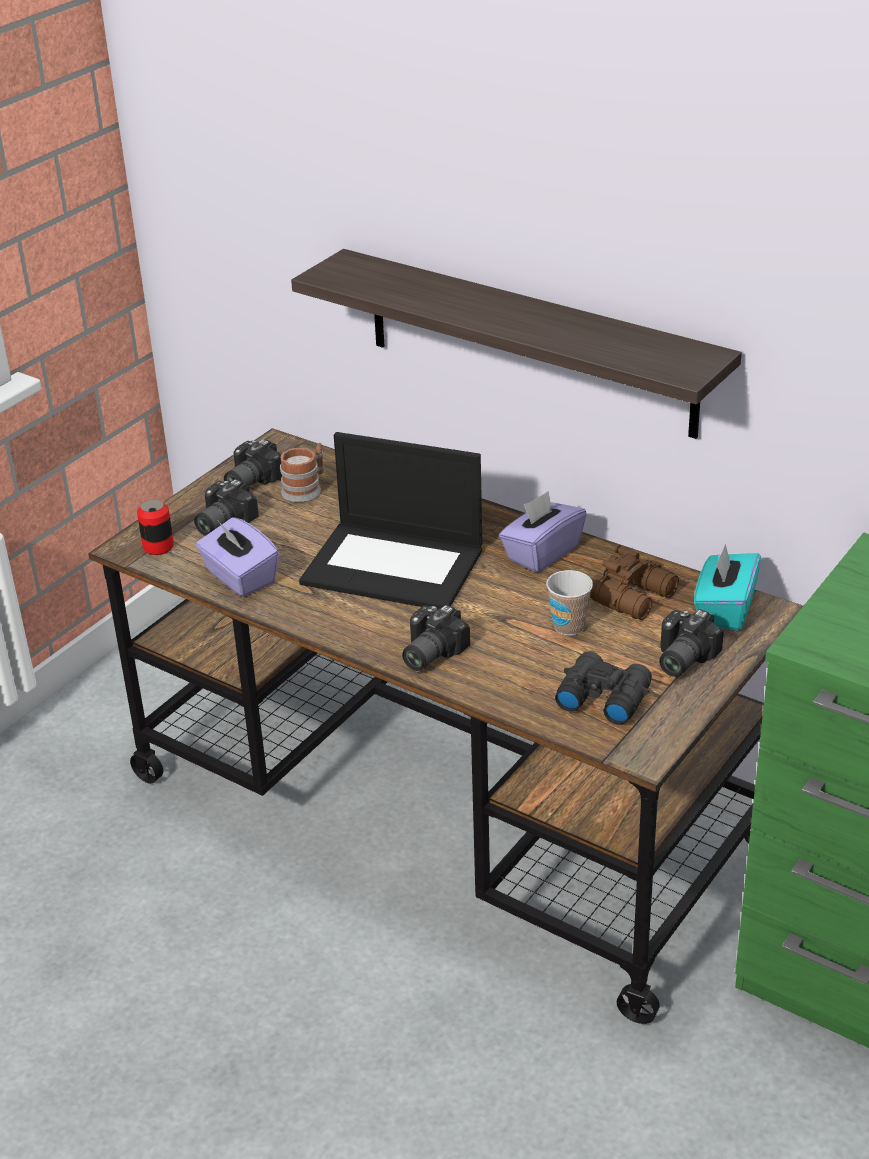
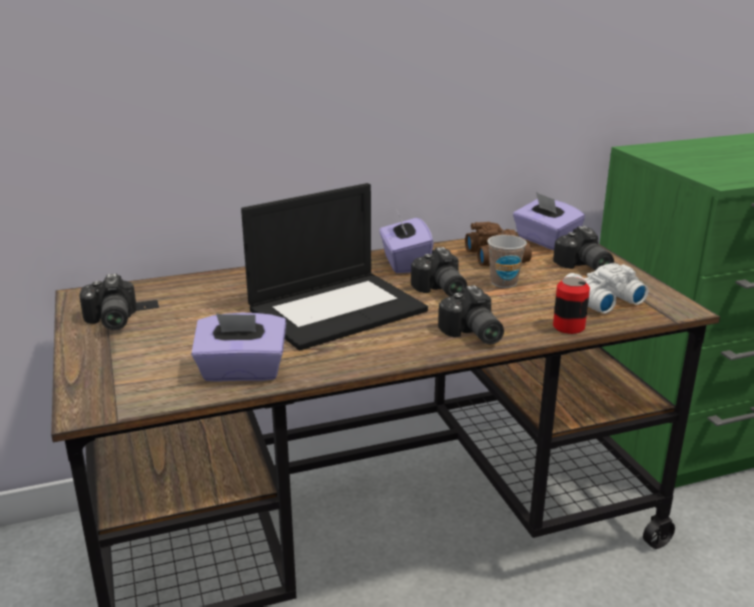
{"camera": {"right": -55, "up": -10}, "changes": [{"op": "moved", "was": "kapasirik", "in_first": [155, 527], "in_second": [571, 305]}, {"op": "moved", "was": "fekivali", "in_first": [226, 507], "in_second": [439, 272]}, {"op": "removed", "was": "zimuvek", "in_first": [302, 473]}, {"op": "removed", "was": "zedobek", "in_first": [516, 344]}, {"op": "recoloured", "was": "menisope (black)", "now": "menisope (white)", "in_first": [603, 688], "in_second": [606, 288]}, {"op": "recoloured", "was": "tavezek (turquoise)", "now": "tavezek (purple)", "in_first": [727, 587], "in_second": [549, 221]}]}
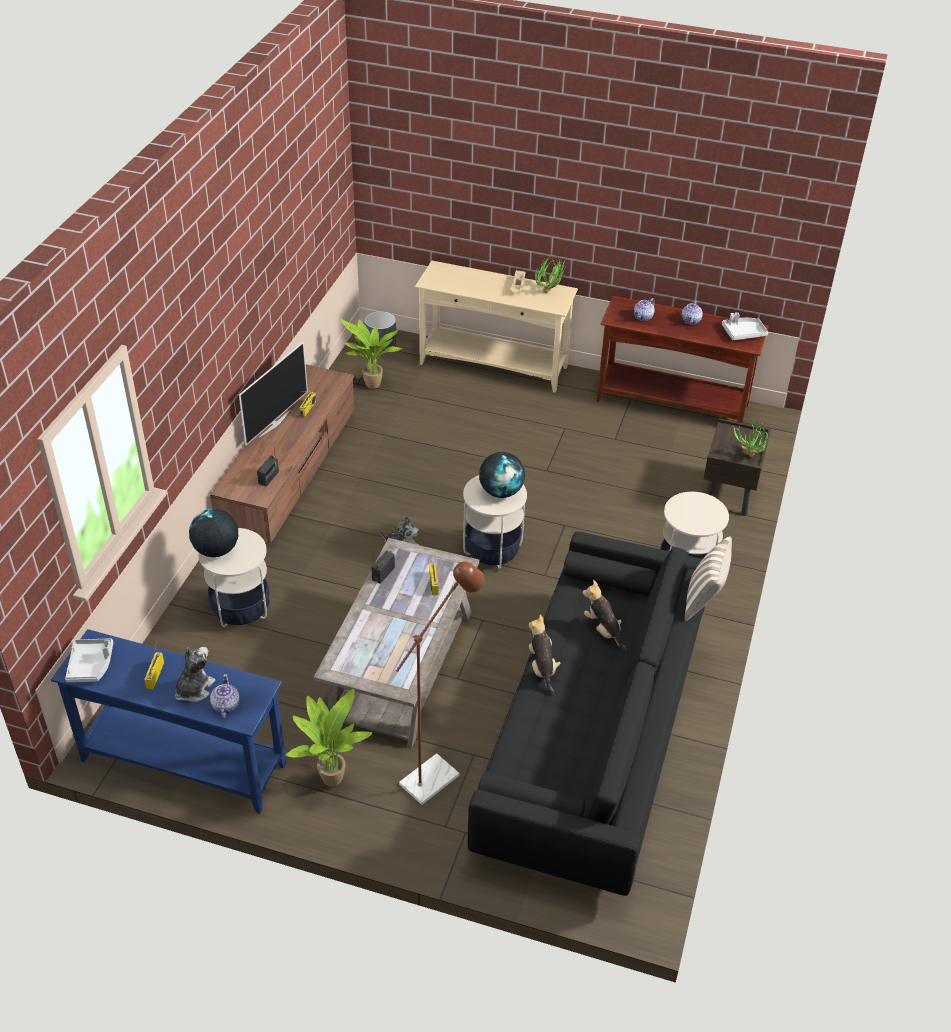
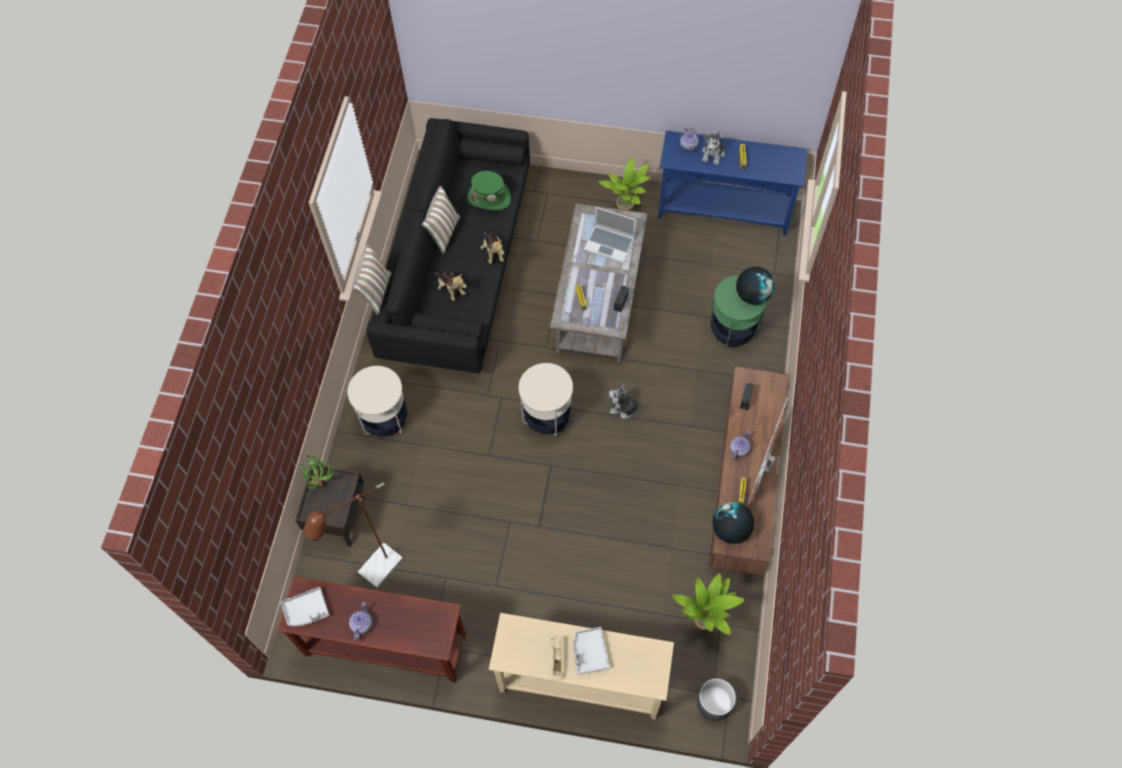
{"camera": {"right": 175, "up": 20}, "changes": [{"op": "moved", "was": "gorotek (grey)", "in_first": [89, 660], "in_second": [591, 651]}, {"op": "recoloured", "was": "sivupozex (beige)", "now": "sivupozex (green)", "in_first": [233, 577], "in_second": [738, 312]}, {"op": "moved", "was": "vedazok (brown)", "in_first": [435, 683], "in_second": [353, 535]}, {"op": "moved", "was": "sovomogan", "in_first": [502, 475], "in_second": [733, 523]}, {"op": "removed", "was": "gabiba", "in_first": [552, 274]}, {"op": "moved", "was": "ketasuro", "in_first": [644, 309], "in_second": [740, 445]}, {"op": "added", "now": "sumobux", "in_second": [441, 219]}, {"op": "added", "now": "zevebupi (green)", "in_second": [489, 191]}, {"op": "added", "now": "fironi", "in_second": [610, 235]}]}
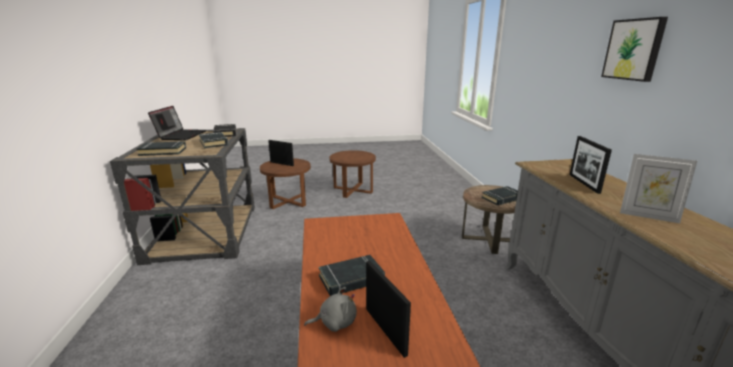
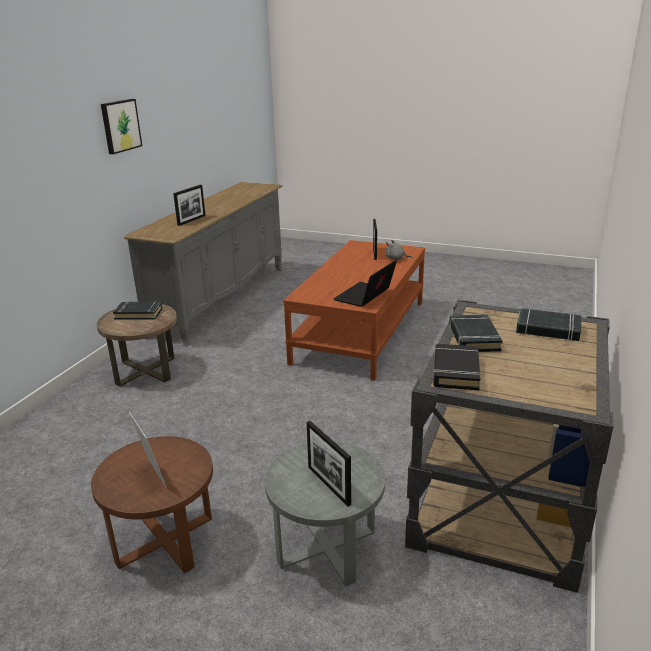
{"camera": {"right": -150, "up": 5}, "changes": [{"op": "moved", "was": "fironi", "in_first": [177, 123], "in_second": [365, 283]}, {"op": "recoloured", "was": "sivupozex (brown)", "now": "sivupozex (grey)", "in_first": [285, 183], "in_second": [325, 513]}, {"op": "removed", "was": "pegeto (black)", "in_first": [352, 275]}, {"op": "moved", "was": "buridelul", "in_first": [658, 188], "in_second": [148, 450]}]}
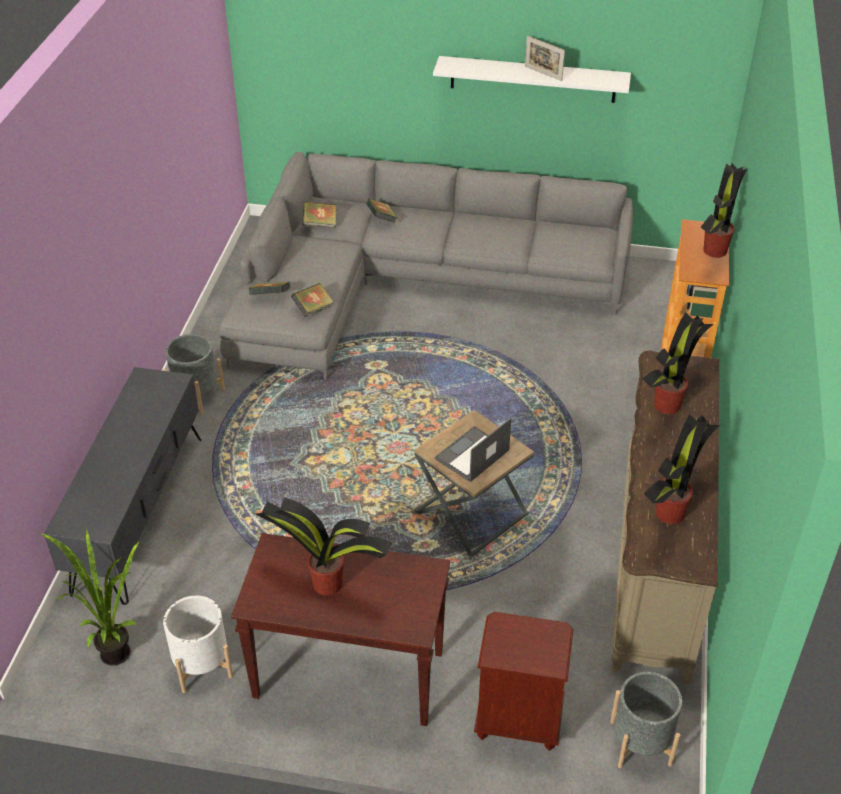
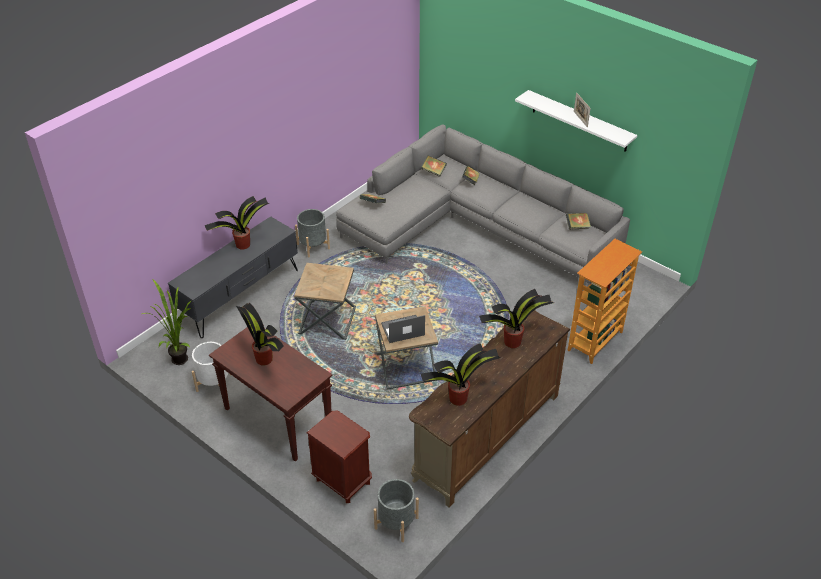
{"camera": {"right": 30, "up": 0}, "changes": [{"op": "moved", "was": "pegeto", "in_first": [312, 300], "in_second": [578, 221]}, {"op": "moved", "was": "gabiba", "in_first": [724, 210], "in_second": [237, 222]}, {"op": "added", "now": "sivupozex (brown)", "in_second": [325, 301]}]}
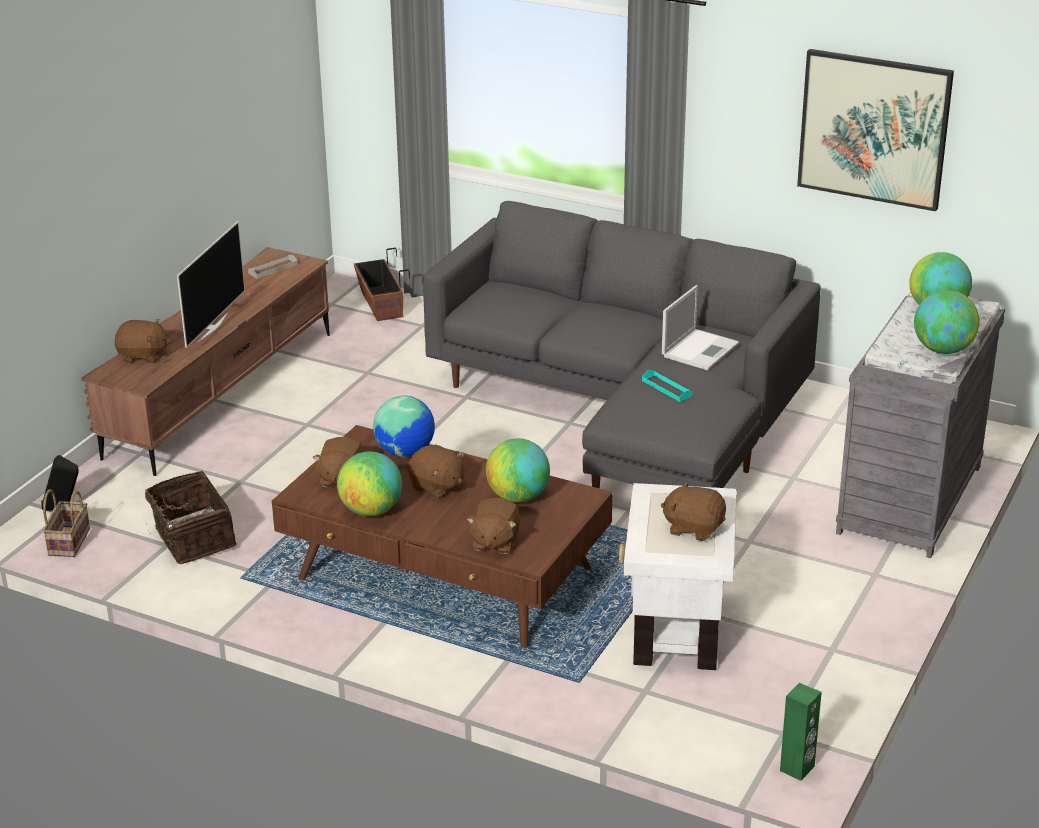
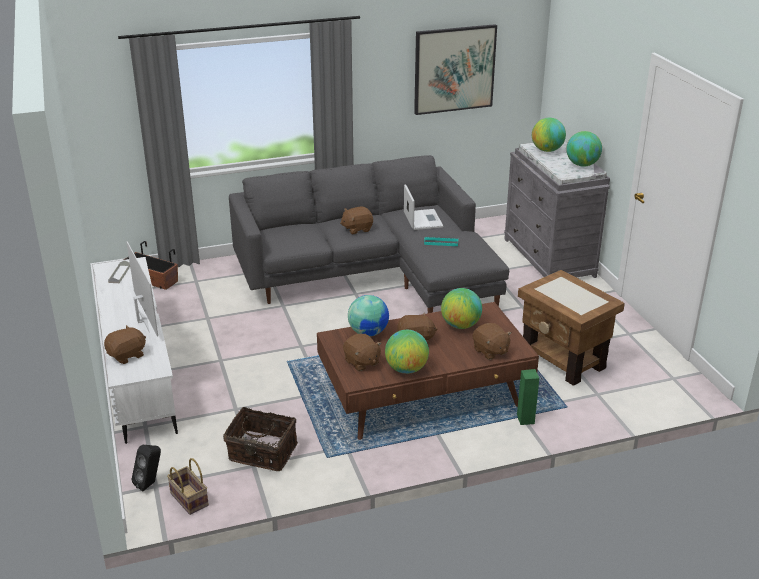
{"camera": {"right": -45, "up": 0}, "changes": [{"op": "recoloured", "was": "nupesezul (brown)", "now": "nupesezul (white)", "in_first": [205, 361], "in_second": [135, 350]}, {"op": "recoloured", "was": "sivupozex (white)", "now": "sivupozex (brown)", "in_first": [677, 576], "in_second": [571, 328]}, {"op": "moved", "was": "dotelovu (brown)", "in_first": [693, 511], "in_second": [356, 220]}, {"op": "moved", "was": "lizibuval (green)", "in_first": [801, 732], "in_second": [528, 397]}]}
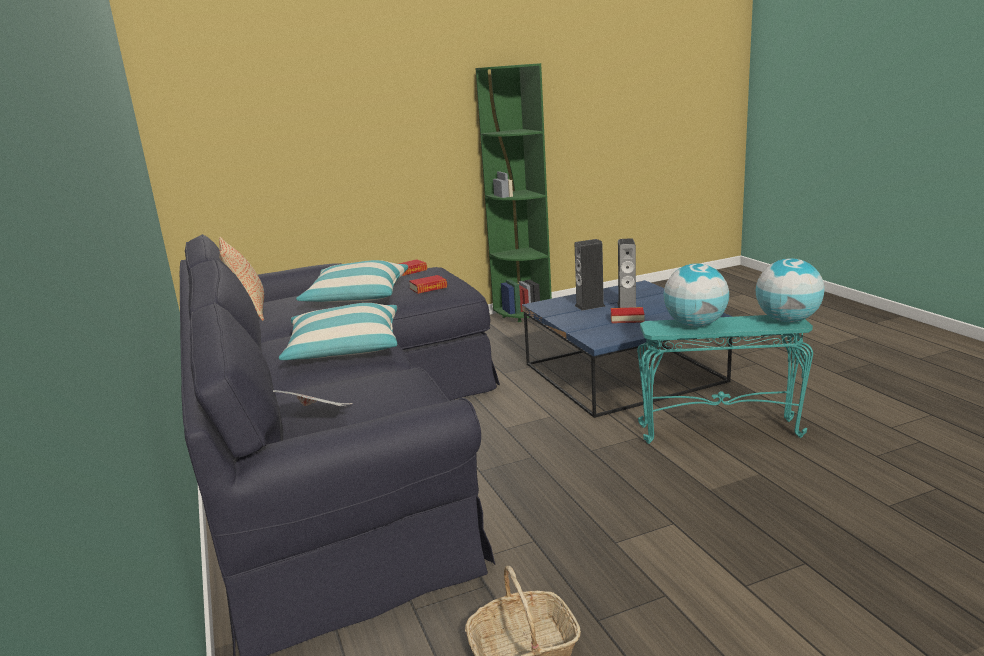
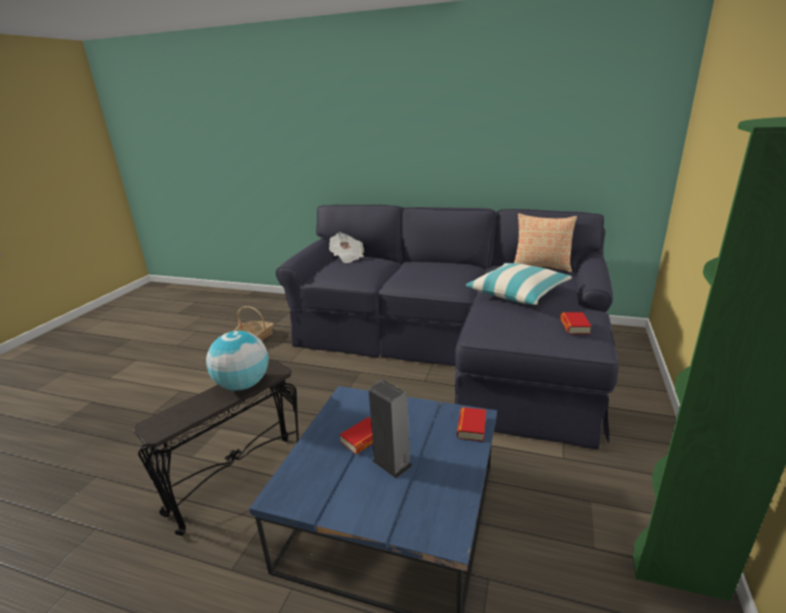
{"camera": {"right": 130, "up": 5}, "changes": [{"op": "removed", "was": "sumobux", "in_first": [338, 331]}, {"op": "moved", "was": "pegeto", "in_first": [428, 284], "in_second": [471, 424]}, {"op": "removed", "was": "lizibuval", "in_first": [590, 275]}, {"op": "recoloured", "was": "sivupozex (turquoise)", "now": "sivupozex (black)", "in_first": [725, 379], "in_second": [216, 448]}, {"op": "removed", "was": "sovomogan", "in_first": [790, 290]}]}
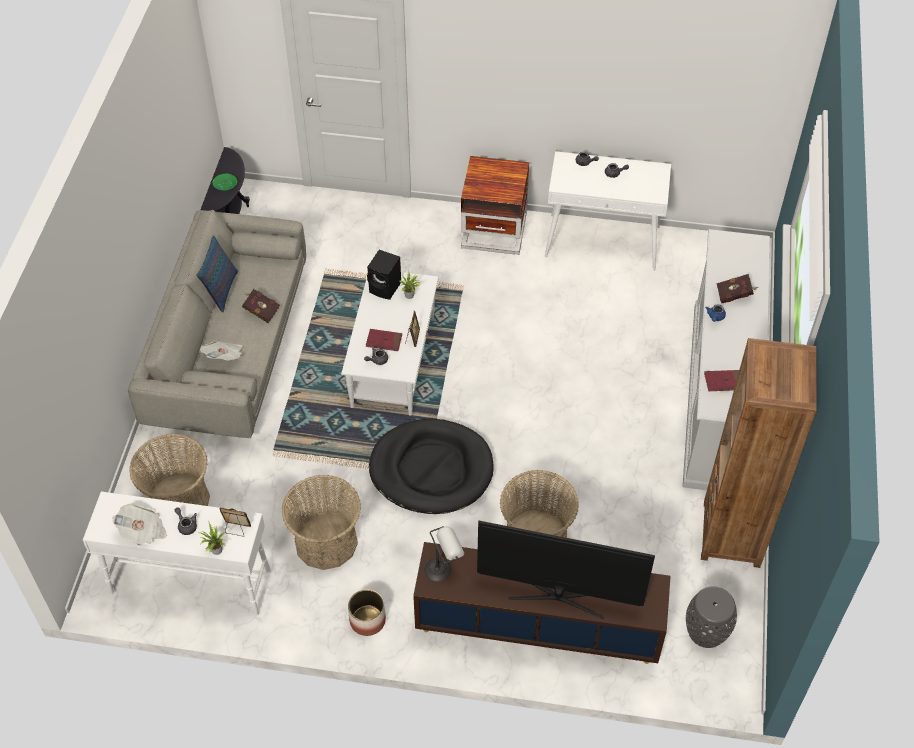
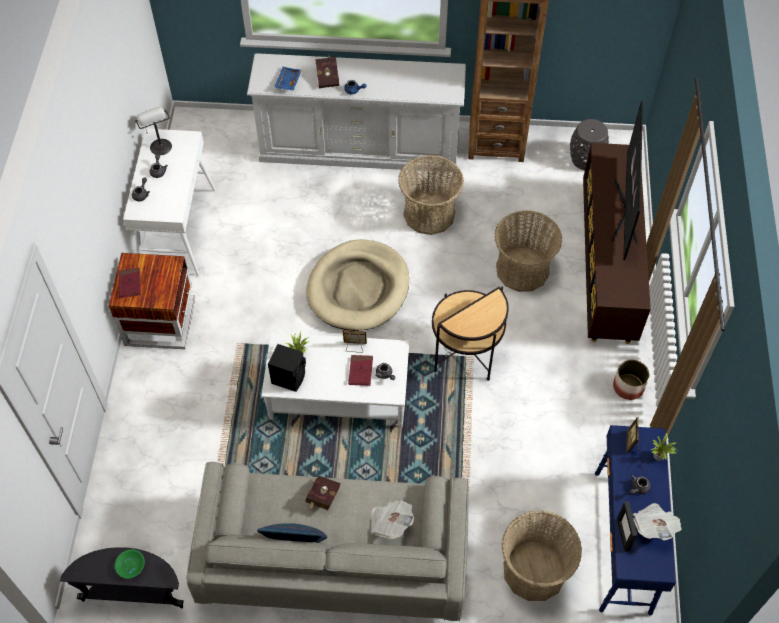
{"camera": {"right": -95, "up": 5}, "changes": [{"op": "recoloured", "was": "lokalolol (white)", "now": "lokalolol (blue)", "in_first": [177, 553], "in_second": [635, 520]}, {"op": "moved", "was": "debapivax", "in_first": [321, 522], "in_second": [431, 195]}, {"op": "replaced", "was": "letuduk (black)", "now": "sivupozex", "in_first": [431, 466], "in_second": [470, 334]}, {"op": "moved", "was": "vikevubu", "in_first": [444, 554], "in_second": [153, 131]}, {"op": "moved", "was": "pegeto (red)", "in_first": [721, 380], "in_second": [129, 282]}, {"op": "added", "now": "gorotek (blue)", "in_second": [288, 79]}, {"op": "added", "now": "letuduk (beige)", "in_second": [357, 285]}, {"op": "added", "now": "buridelul", "in_second": [627, 526]}]}
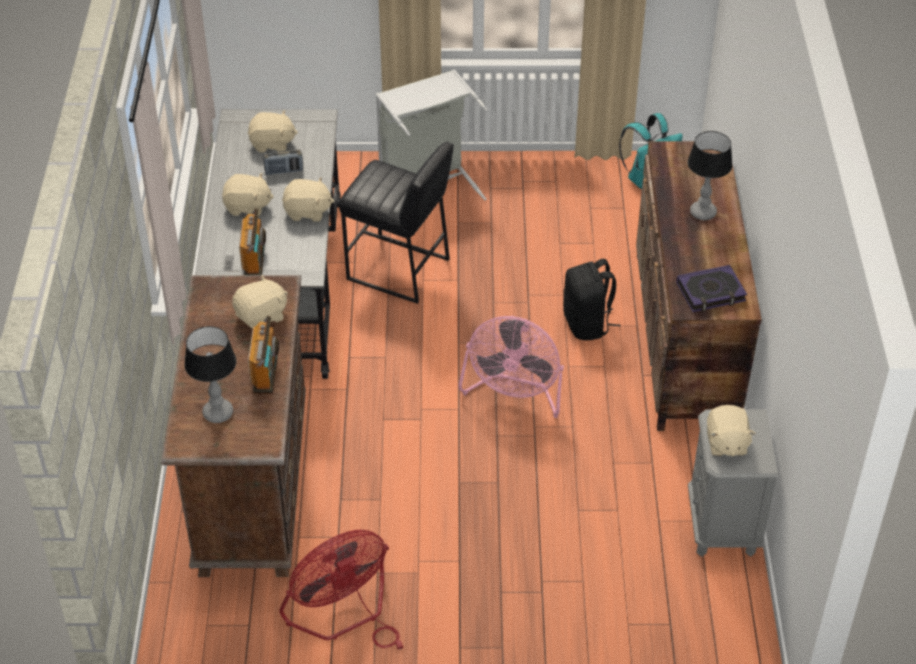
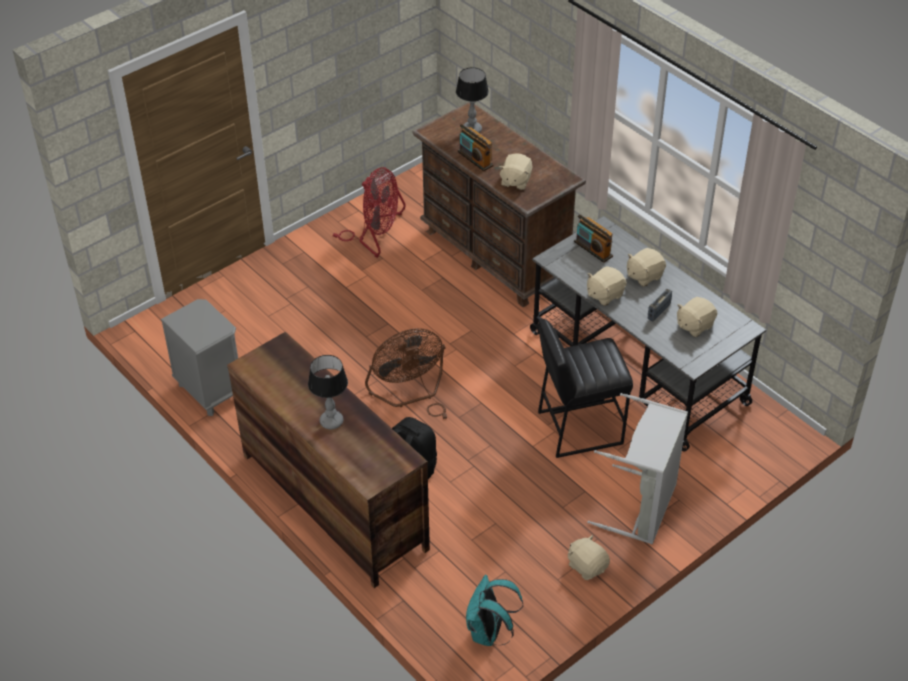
{"camera": {"right": 140, "up": 0}, "changes": [{"op": "recoloured", "was": "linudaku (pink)", "now": "linudaku (brown)", "in_first": [511, 367], "in_second": [406, 373]}, {"op": "removed", "was": "pegeto", "in_first": [712, 288]}, {"op": "moved", "was": "dotelovu (beige)", "in_first": [731, 430], "in_second": [589, 557]}]}
